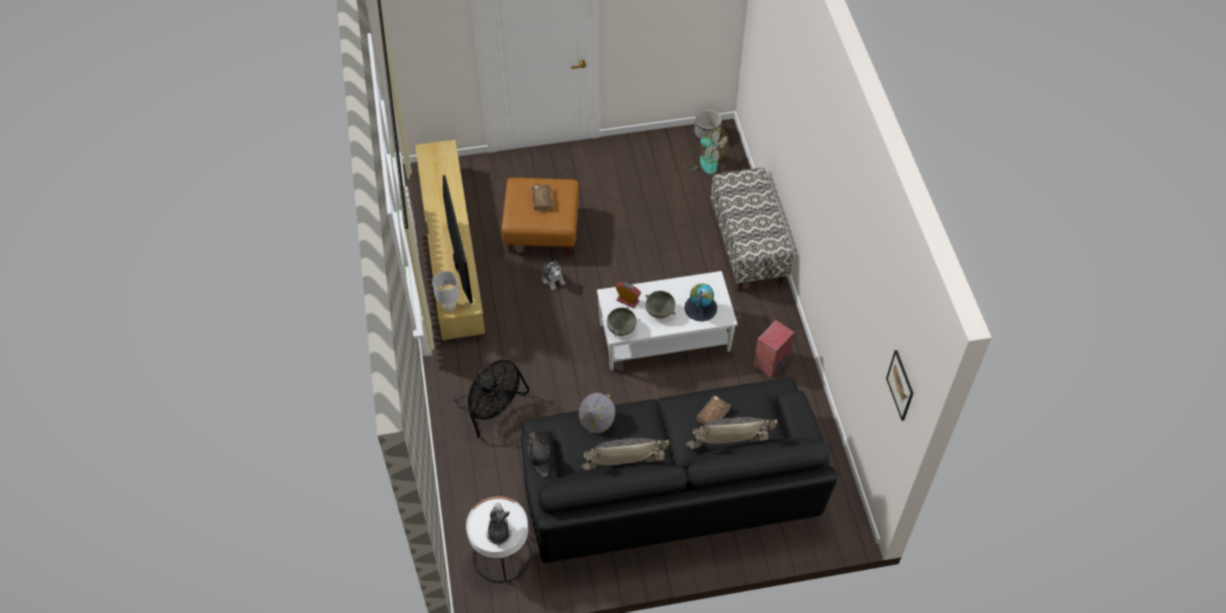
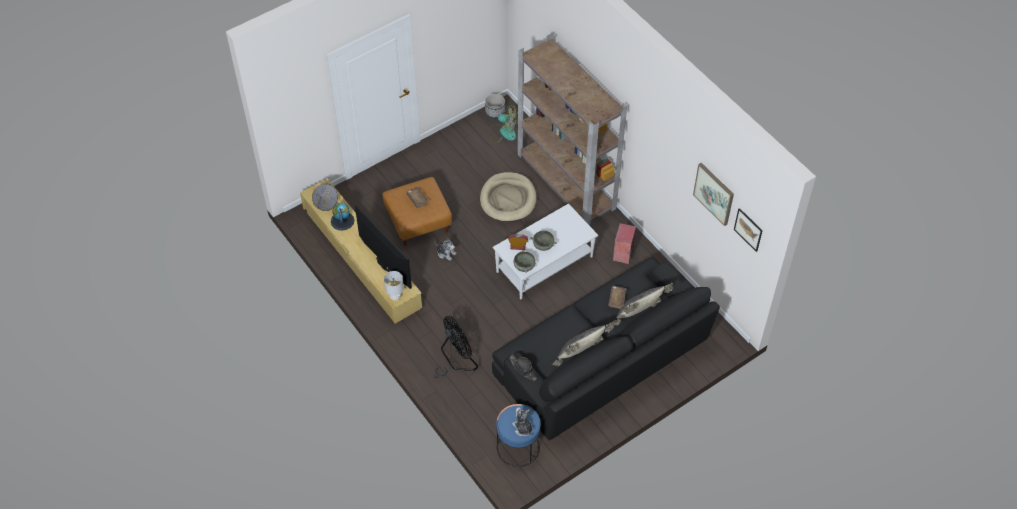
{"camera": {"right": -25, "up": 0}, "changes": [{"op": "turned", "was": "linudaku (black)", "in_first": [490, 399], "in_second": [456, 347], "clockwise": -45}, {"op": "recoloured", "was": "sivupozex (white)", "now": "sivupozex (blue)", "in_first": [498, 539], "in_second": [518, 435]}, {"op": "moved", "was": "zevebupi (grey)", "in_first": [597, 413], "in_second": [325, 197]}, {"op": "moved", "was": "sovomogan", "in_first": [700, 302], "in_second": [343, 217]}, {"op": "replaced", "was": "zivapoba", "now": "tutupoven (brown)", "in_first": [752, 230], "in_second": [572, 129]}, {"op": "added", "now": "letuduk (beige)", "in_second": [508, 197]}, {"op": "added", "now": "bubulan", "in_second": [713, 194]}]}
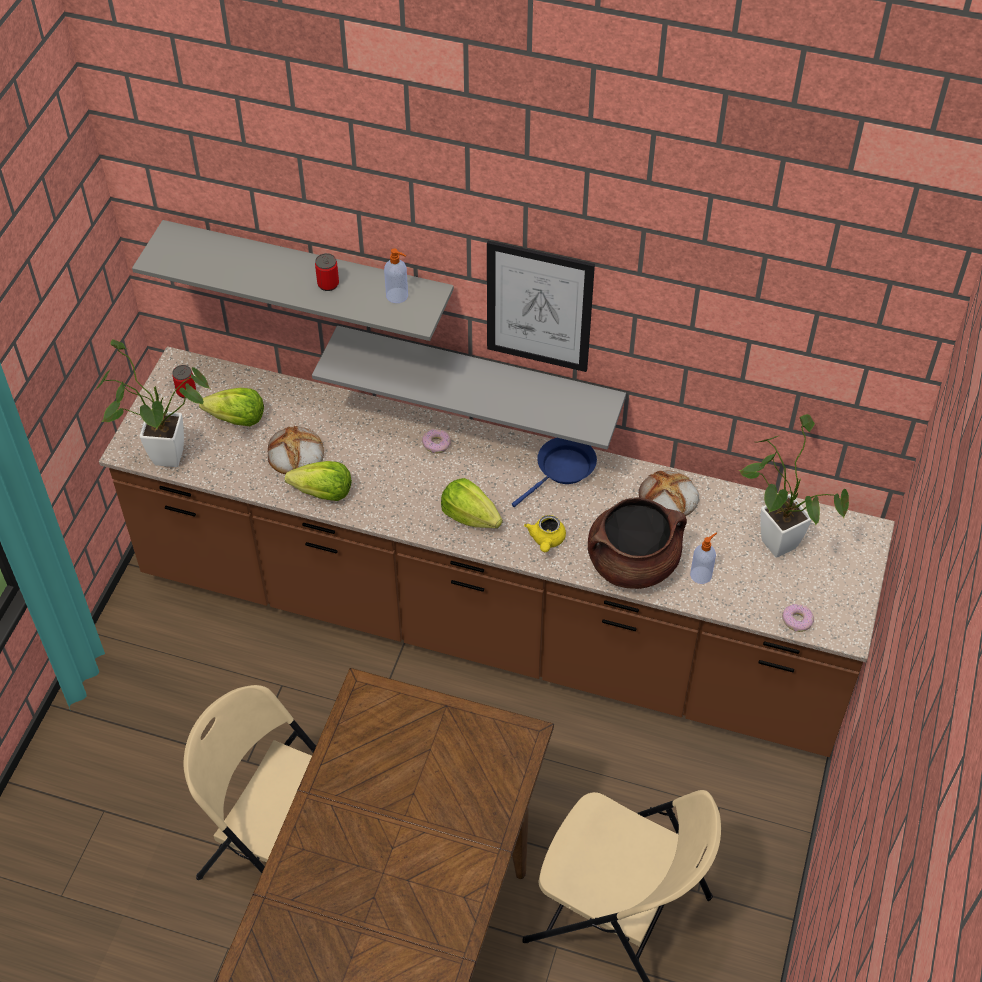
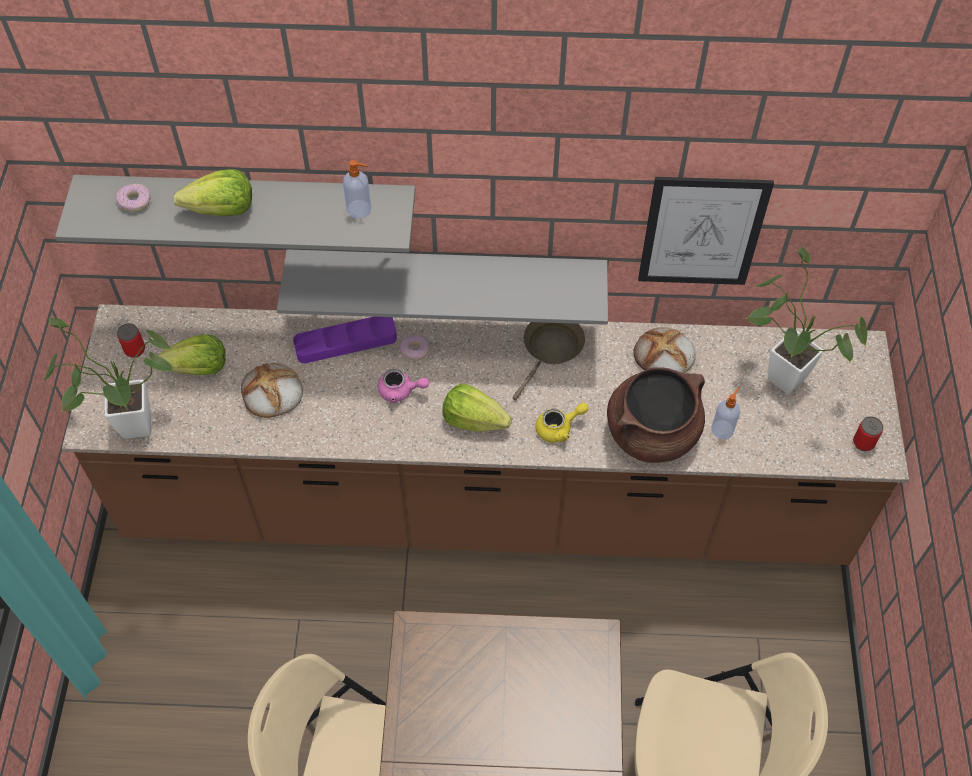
{"camera": {"right": -15, "up": 5}, "changes": [{"op": "moved", "was": "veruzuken", "in_first": [318, 481], "in_second": [213, 192]}, {"op": "moved", "was": "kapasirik", "in_first": [327, 272], "in_second": [868, 433]}, {"op": "moved", "was": "bubulan", "in_first": [541, 306], "in_second": [706, 231]}, {"op": "recoloured", "was": "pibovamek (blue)", "now": "pibovamek (brown)", "in_first": [554, 472], "in_second": [548, 361]}, {"op": "turned", "was": "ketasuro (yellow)", "in_first": [545, 533], "in_second": [562, 423], "clockwise": -105}, {"op": "moved", "was": "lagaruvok", "in_first": [798, 618], "in_second": [133, 198]}, {"op": "added", "now": "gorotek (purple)", "in_second": [345, 340]}, {"op": "added", "now": "ketasuro (pink)", "in_second": [403, 386]}]}
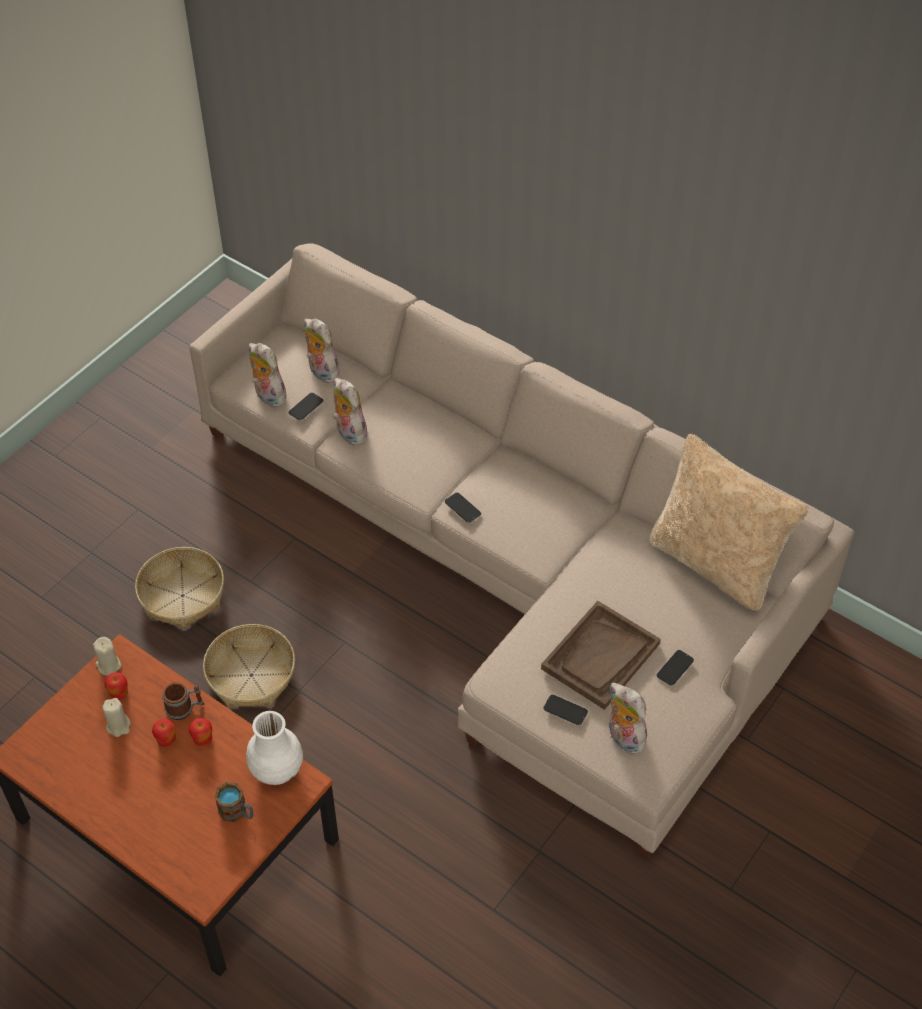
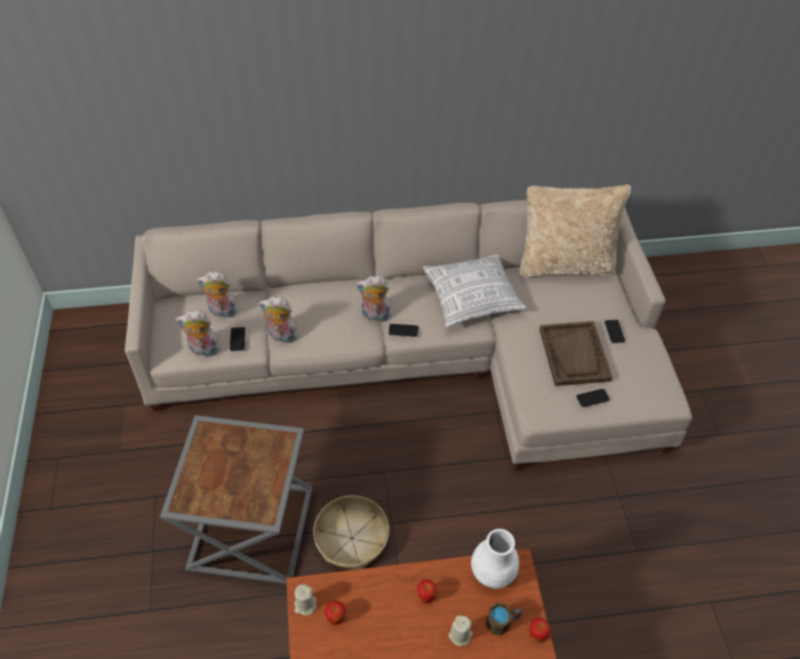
{"camera": {"right": -45, "up": 0}, "changes": [{"op": "moved", "was": "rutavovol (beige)", "in_first": [116, 717], "in_second": [460, 630]}, {"op": "replaced", "was": "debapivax", "now": "sivupozex (grey)", "in_first": [179, 588], "in_second": [236, 499]}, {"op": "moved", "was": "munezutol", "in_first": [164, 733], "in_second": [540, 630]}, {"op": "removed", "was": "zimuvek", "in_first": [183, 701]}, {"op": "moved", "was": "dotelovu", "in_first": [629, 718], "in_second": [373, 299]}, {"op": "added", "now": "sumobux", "in_second": [475, 291]}]}
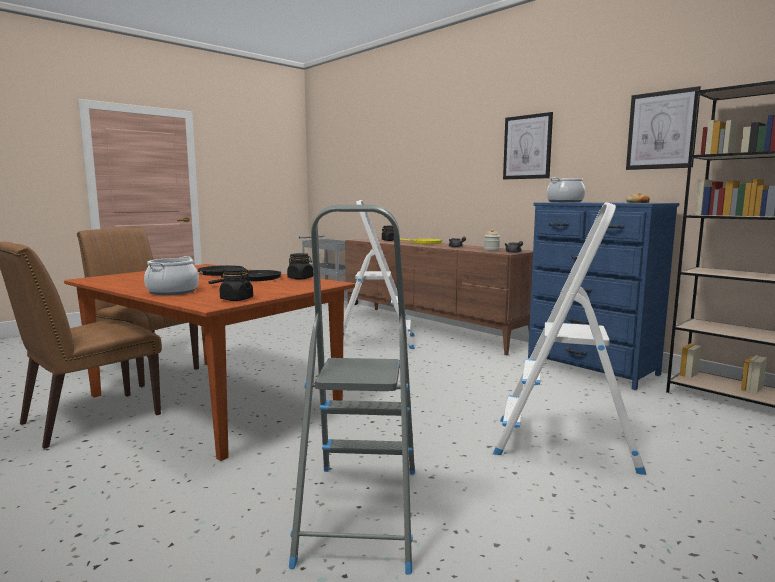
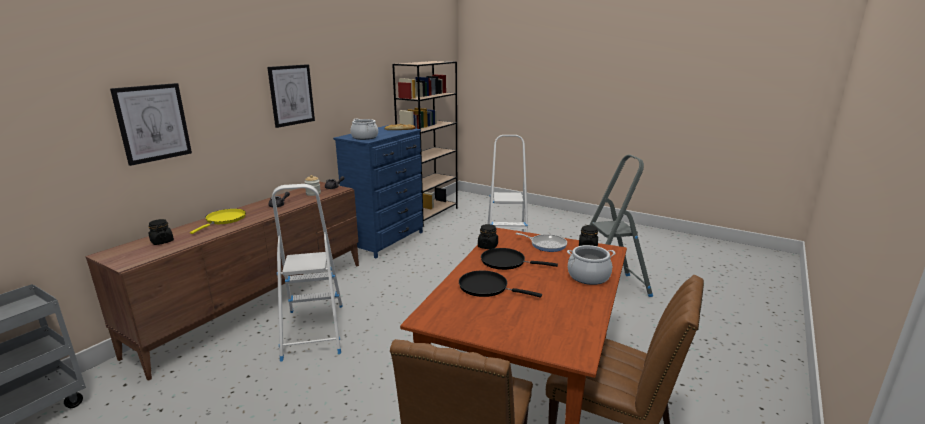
{"camera": {"right": -105, "up": 10}, "changes": [{"op": "moved", "was": "bubulan", "in_first": [663, 128], "in_second": [151, 124]}, {"op": "added", "now": "pibovamek", "in_second": [541, 242]}]}
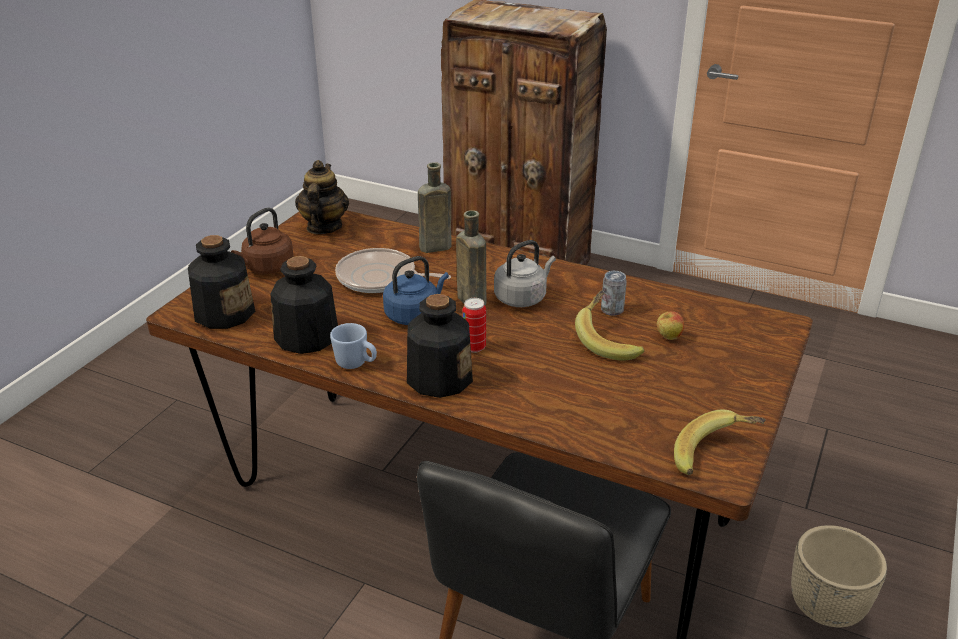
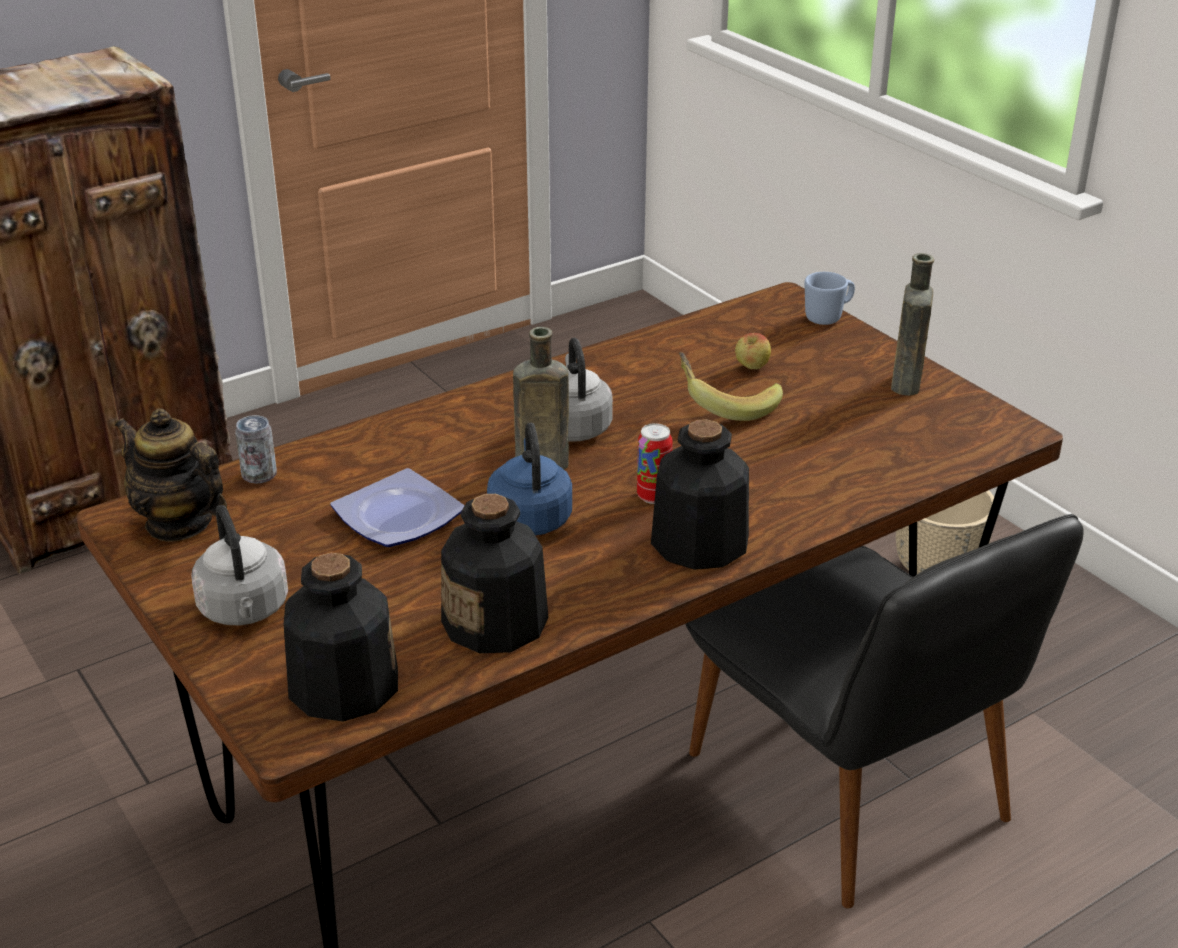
{"camera": {"right": -60, "up": 0}, "changes": [{"op": "recoloured", "was": "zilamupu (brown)", "now": "zilamupu (grey)", "in_first": [262, 241], "in_second": [239, 565]}, {"op": "moved", "was": "zimuvek (blue)", "in_first": [353, 346], "in_second": [830, 298]}, {"op": "replaced", "was": "pibovamek", "now": "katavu", "in_first": [393, 270], "in_second": [397, 507]}, {"op": "moved", "was": "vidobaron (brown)", "in_first": [434, 207], "in_second": [912, 324]}, {"op": "moved", "was": "kapasirik", "in_first": [614, 293], "in_second": [256, 449]}, {"op": "removed", "was": "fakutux", "in_first": [720, 442]}]}
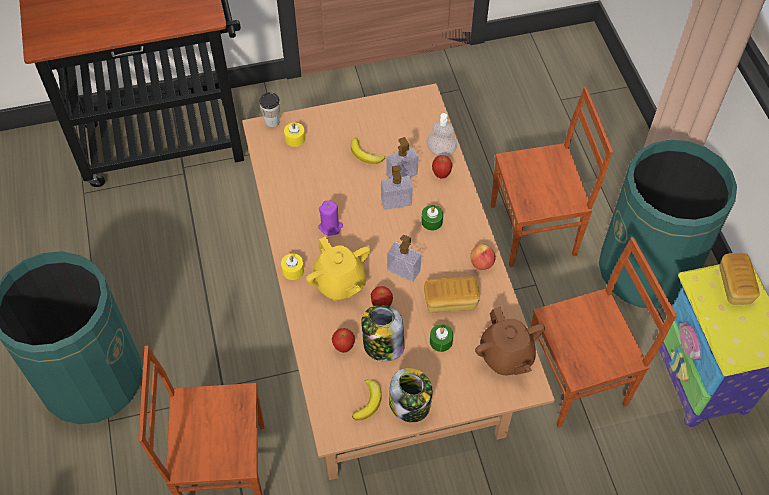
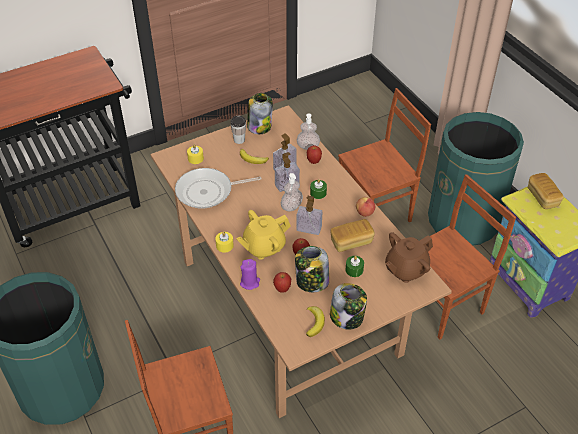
{"camera": {"right": -15, "up": -10}, "changes": [{"op": "moved", "was": "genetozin", "in_first": [269, 109], "in_second": [238, 130]}, {"op": "turned", "was": "ketasuro (yellow)", "in_first": [338, 268], "in_second": [263, 234], "clockwise": 105}, {"op": "moved", "was": "rutavovol (purple)", "in_first": [330, 218], "in_second": [250, 274]}, {"op": "turned", "was": "ketasuro (brown)", "in_first": [510, 341], "in_second": [409, 257], "clockwise": 90}, {"op": "added", "now": "pibovamek", "in_second": [218, 188]}, {"op": "added", "now": "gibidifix", "in_second": [260, 113]}, {"op": "added", "now": "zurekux", "in_second": [292, 192]}]}
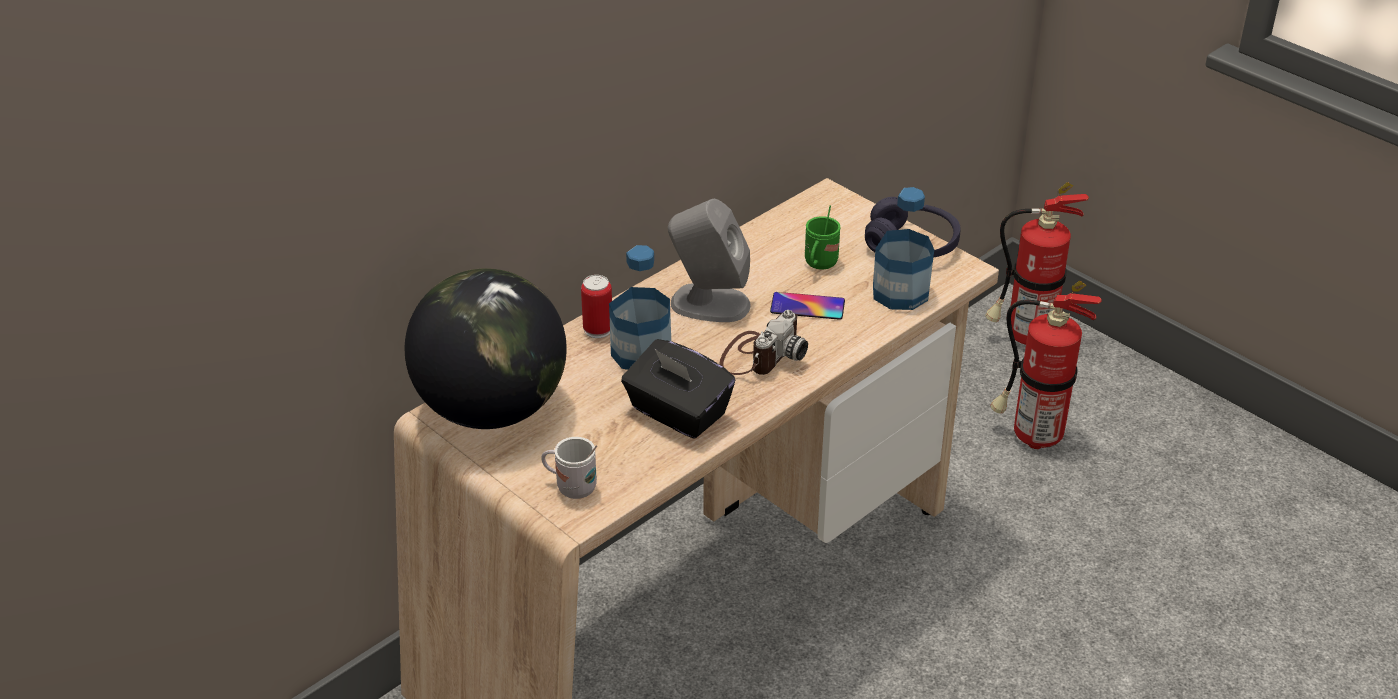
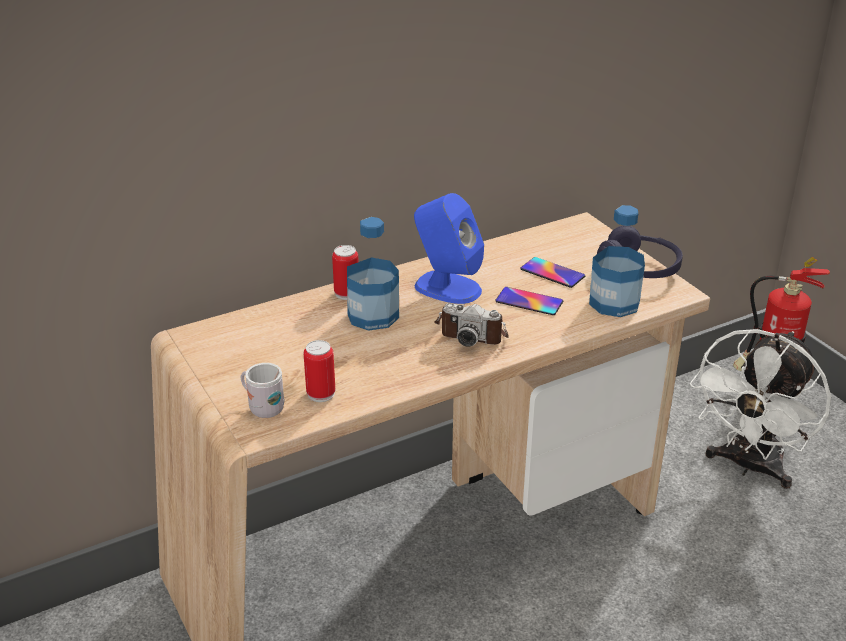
{"camera": {"right": 15, "up": -5}, "changes": [{"op": "removed", "was": "sovomogan", "in_first": [486, 348]}, {"op": "removed", "was": "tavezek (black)", "in_first": [678, 389]}, {"op": "recoloured", "was": "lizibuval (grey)", "now": "lizibuval (blue)", "in_first": [709, 260], "in_second": [449, 248]}, {"op": "turned", "was": "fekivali", "in_first": [764, 342], "in_second": [471, 325], "clockwise": 60}, {"op": "replaced", "was": "zimuvek (green)", "now": "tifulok", "in_first": [823, 237], "in_second": [552, 272]}, {"op": "replaced", "was": "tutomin", "now": "linudaku (white)", "in_first": [1046, 364], "in_second": [760, 409]}, {"op": "added", "now": "kapasirik", "in_second": [319, 371]}]}
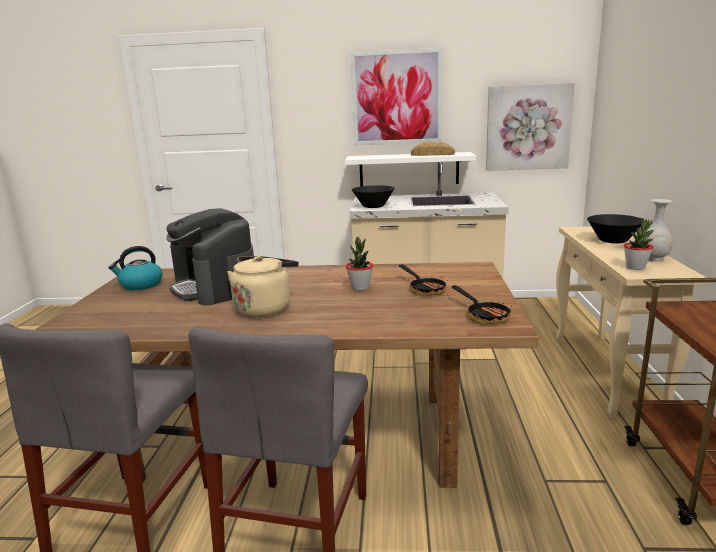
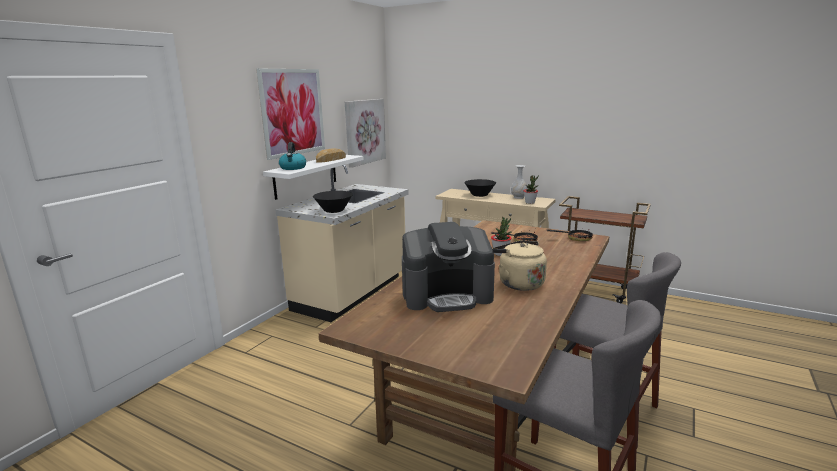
{"camera": {"right": -65, "up": 0}, "changes": [{"op": "moved", "was": "zilamupu", "in_first": [135, 268], "in_second": [292, 156]}]}
